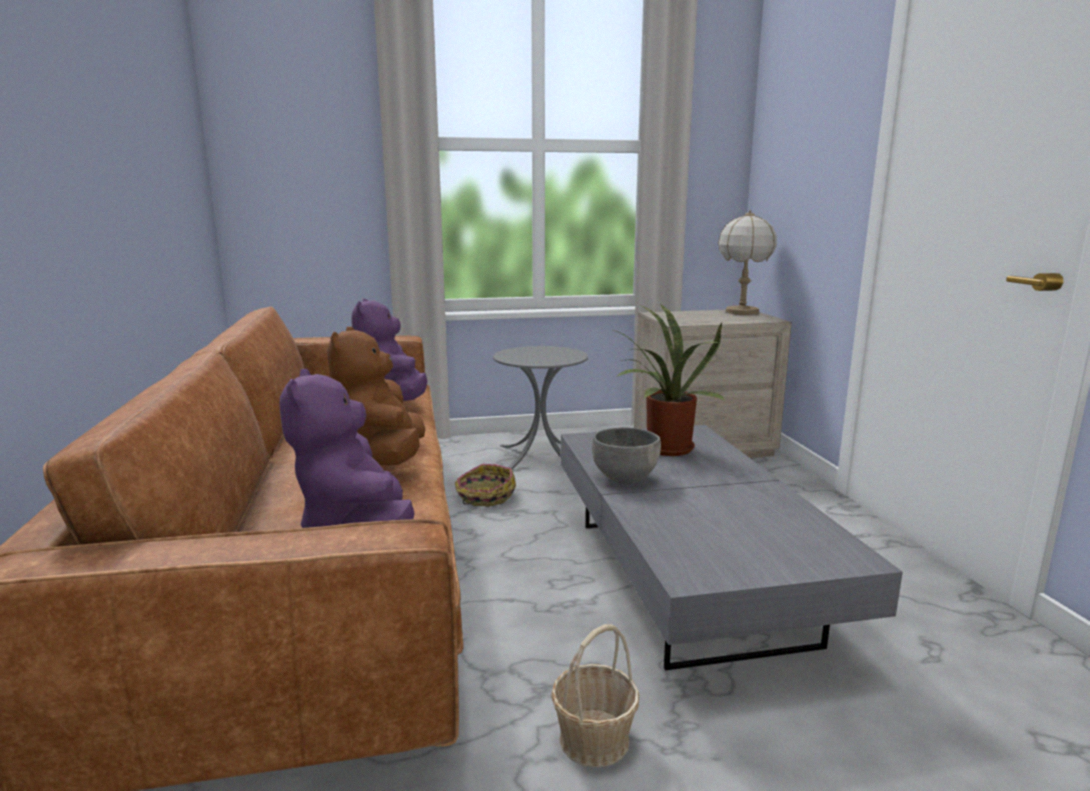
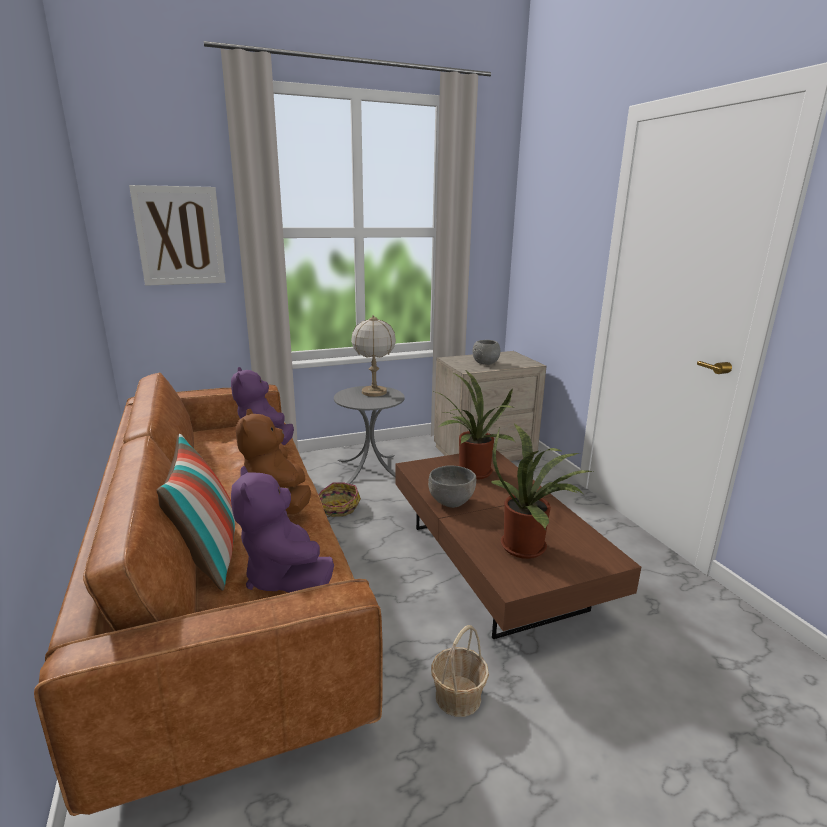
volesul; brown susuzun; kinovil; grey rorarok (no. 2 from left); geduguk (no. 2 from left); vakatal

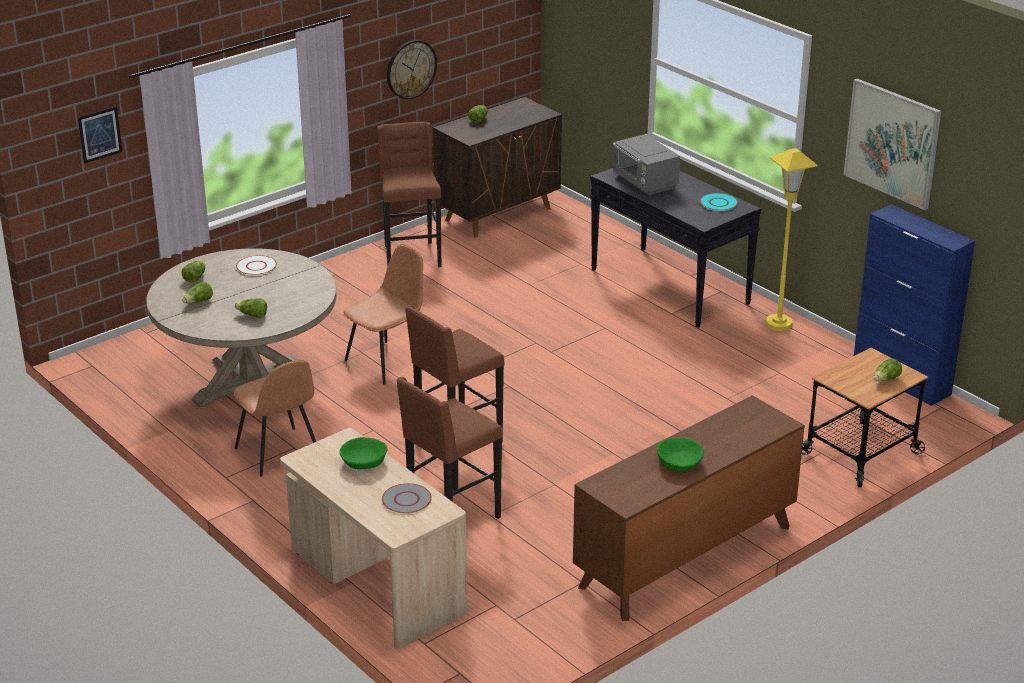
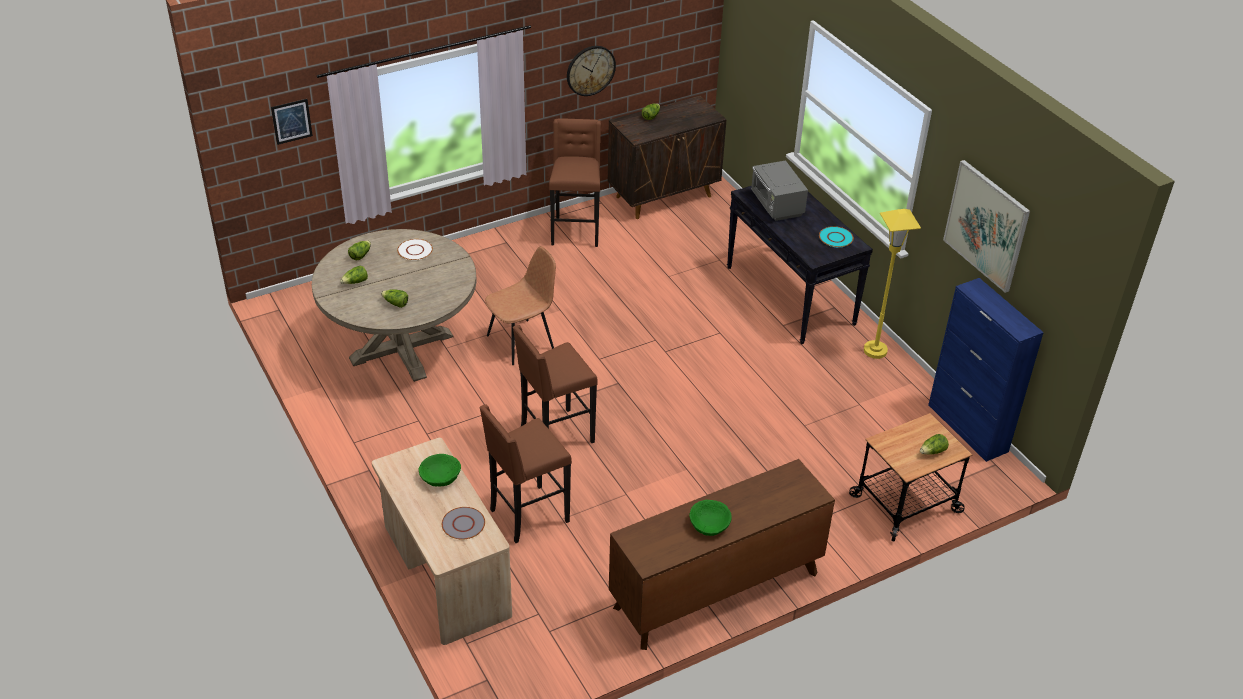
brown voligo (no. 1 from left in the first image)

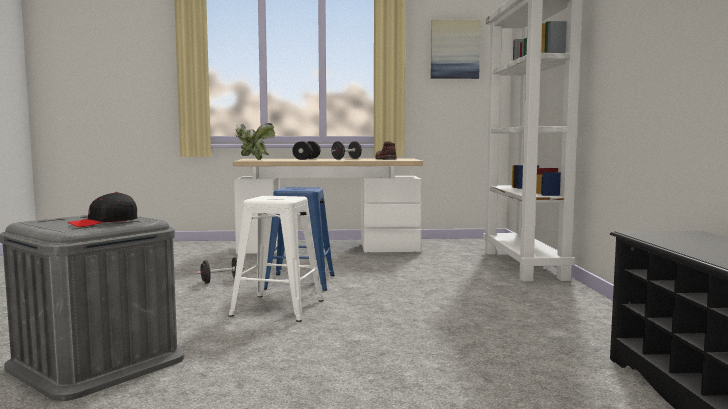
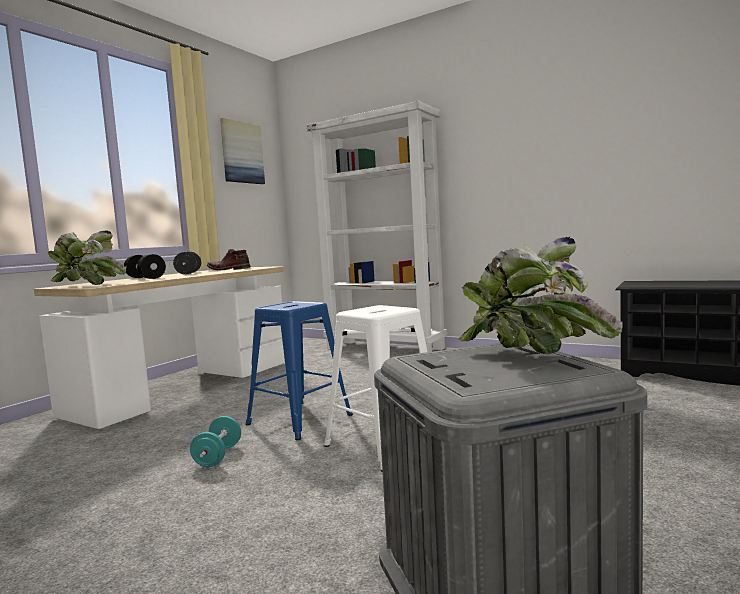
geduguk (no. 2 from left); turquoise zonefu

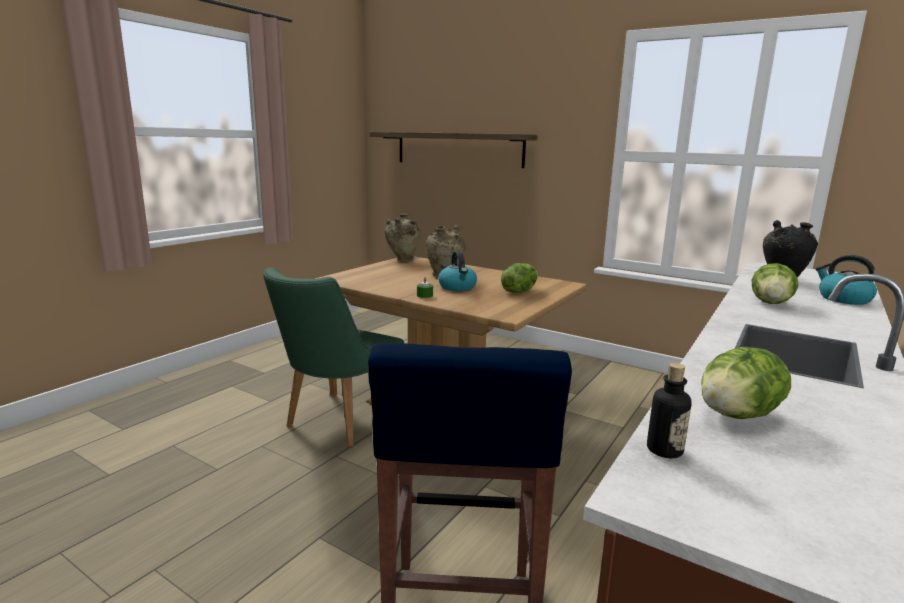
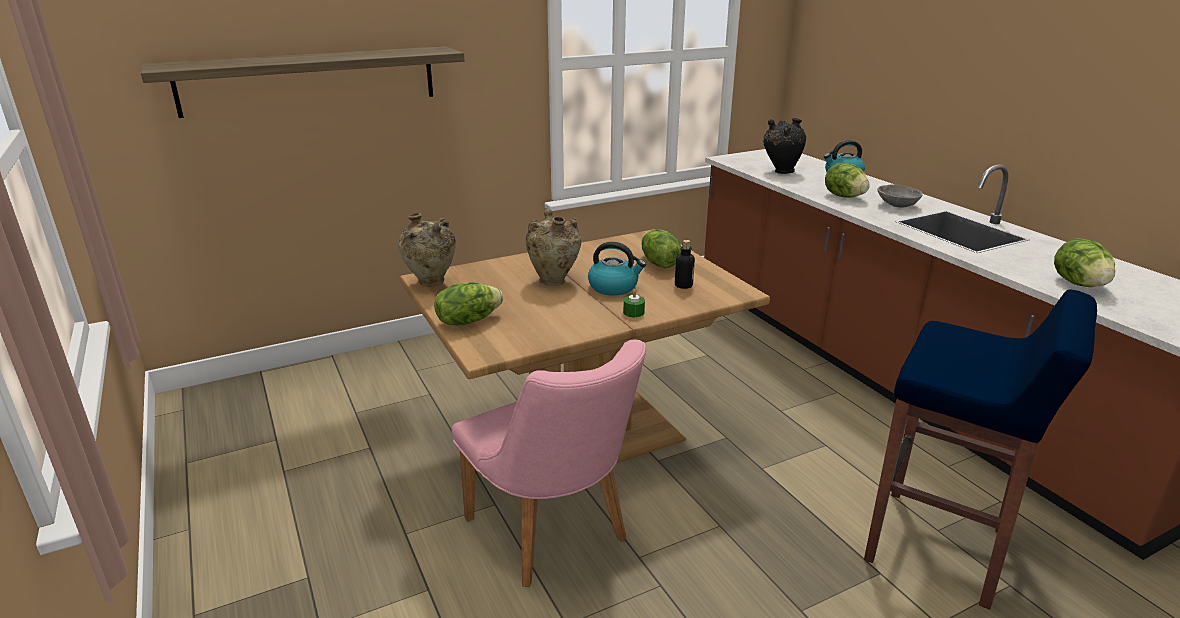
pink voligo; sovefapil; grey rorarok; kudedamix (no. 1 from left)

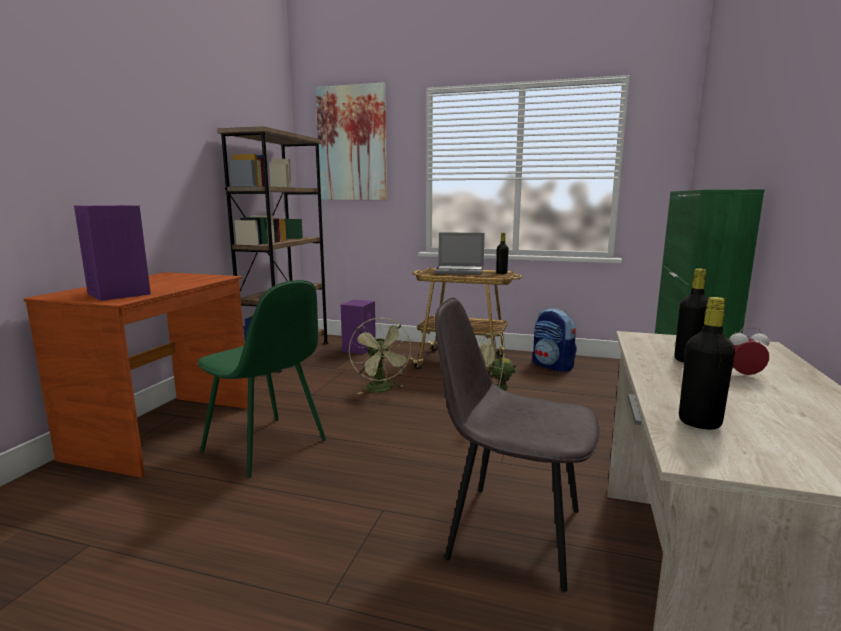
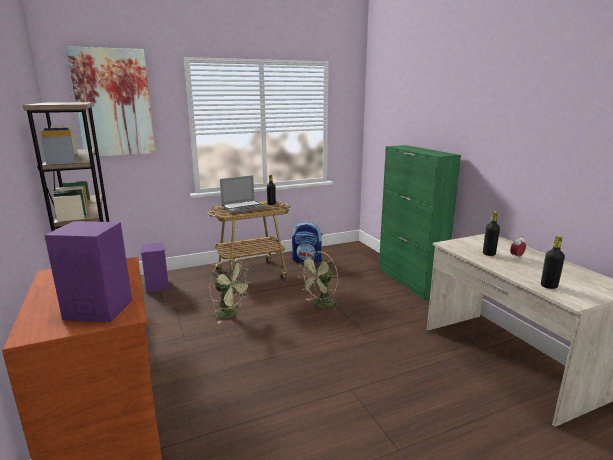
green voligo; grey voligo

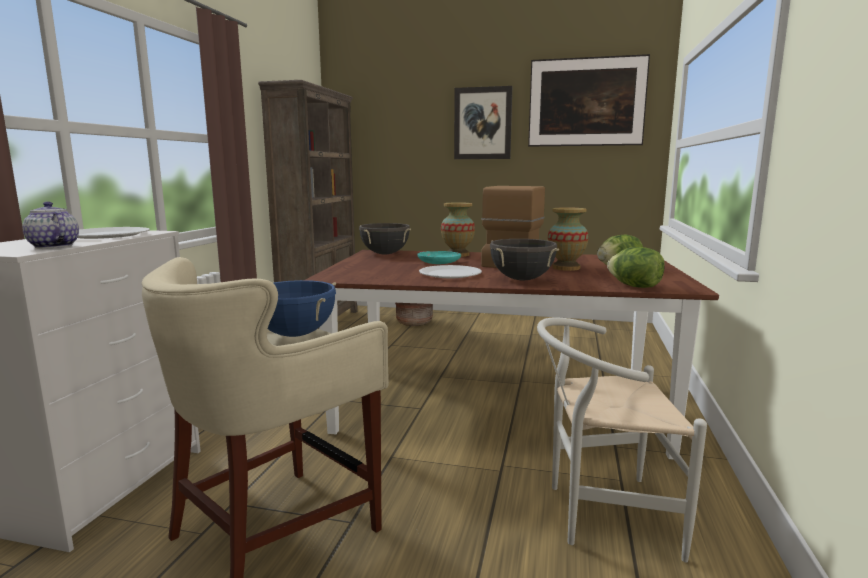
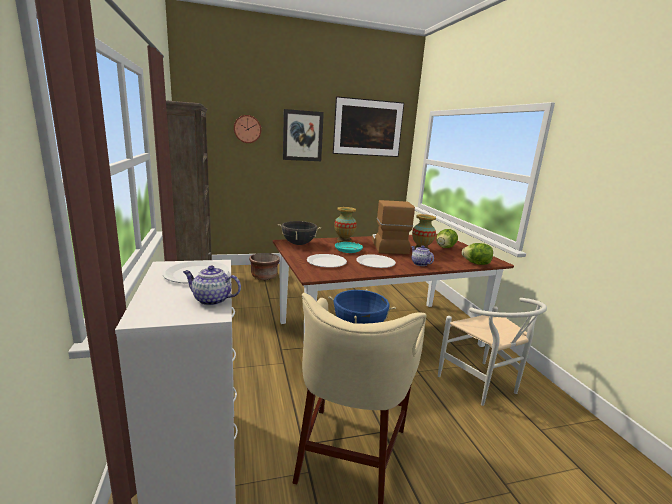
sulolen (no. 2 from left); white voligo; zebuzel; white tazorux (no. 2 from left)

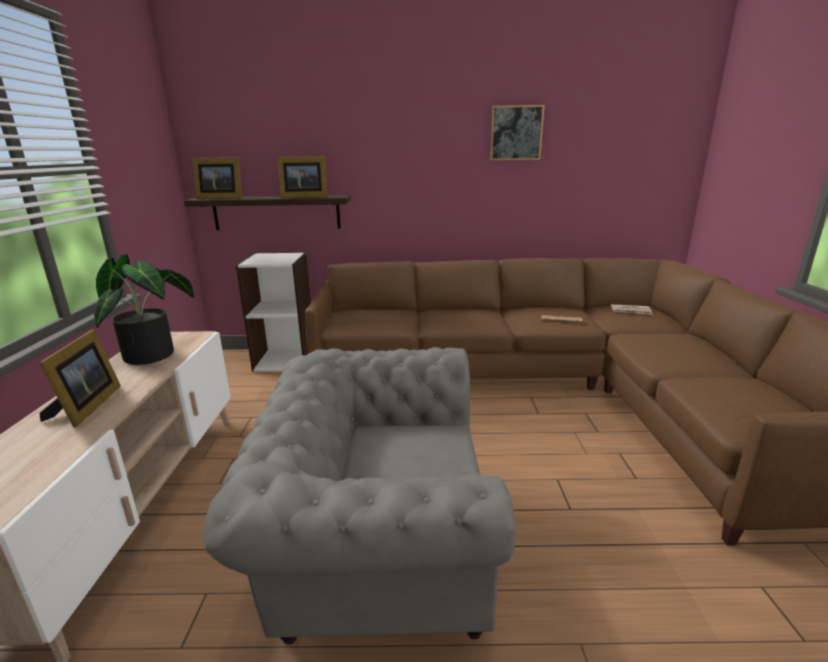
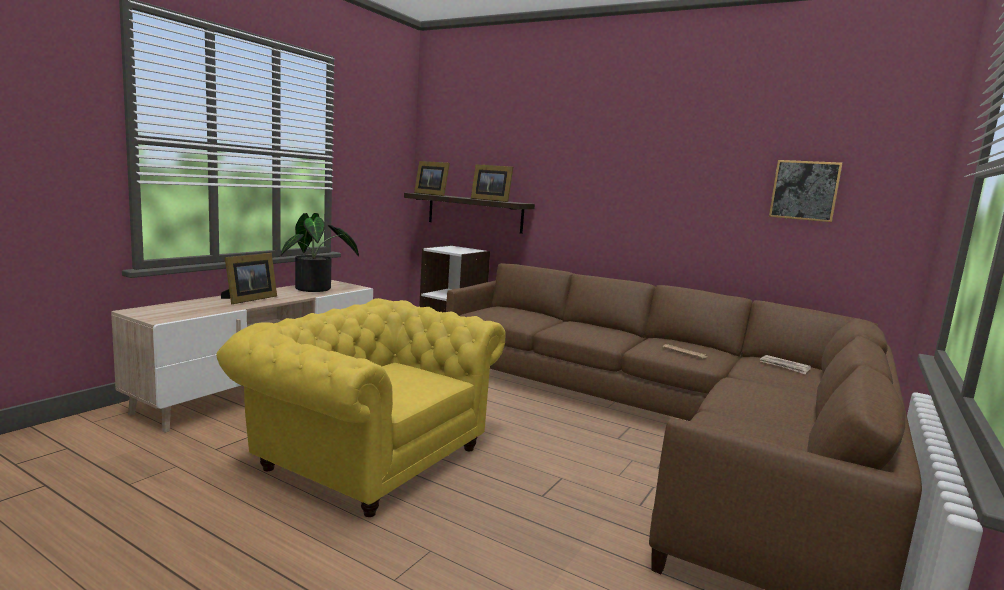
kinovil; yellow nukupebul

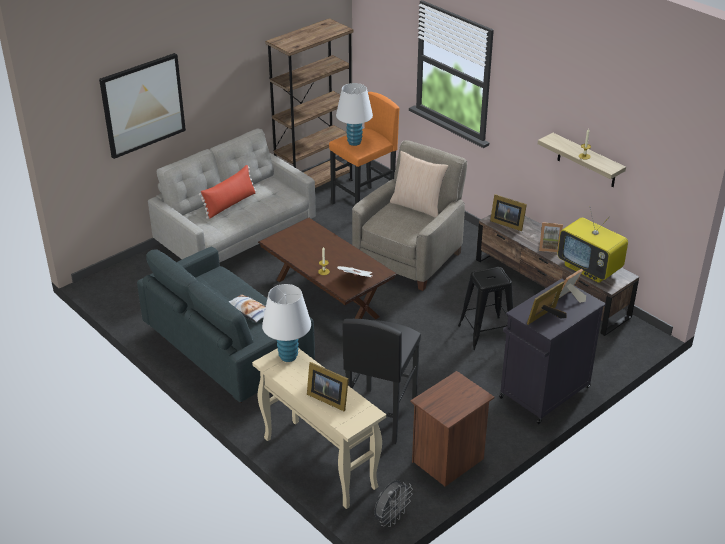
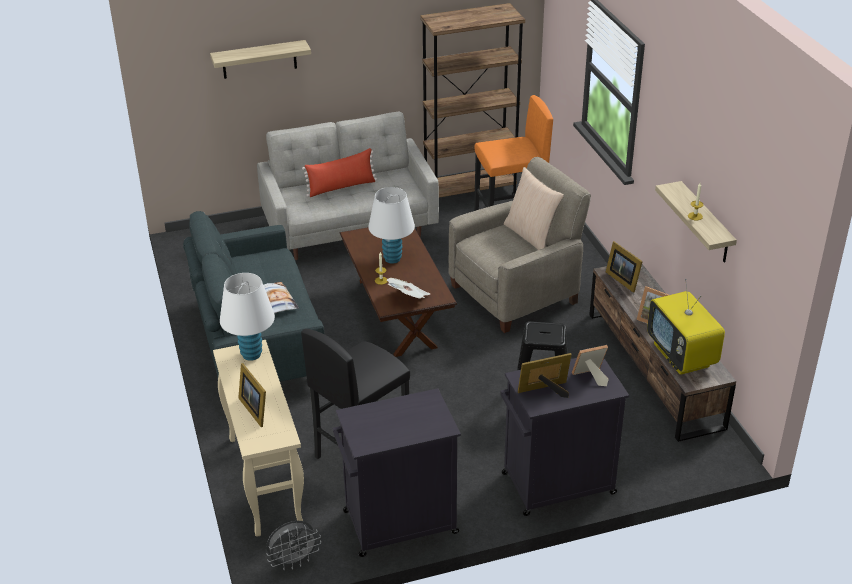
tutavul (no. 1 from left); white volesul (no. 2 from left); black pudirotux (no. 1 from left)

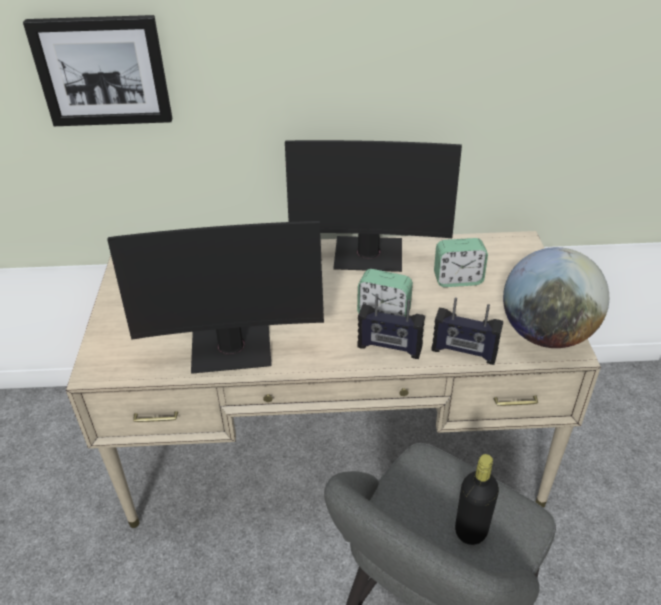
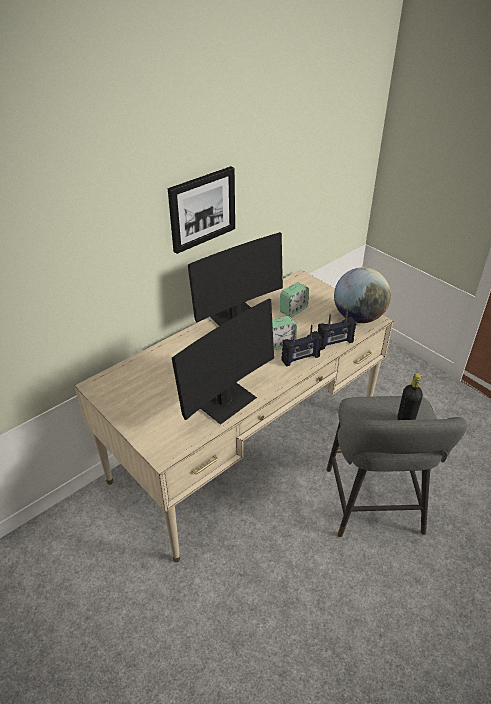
kinovil

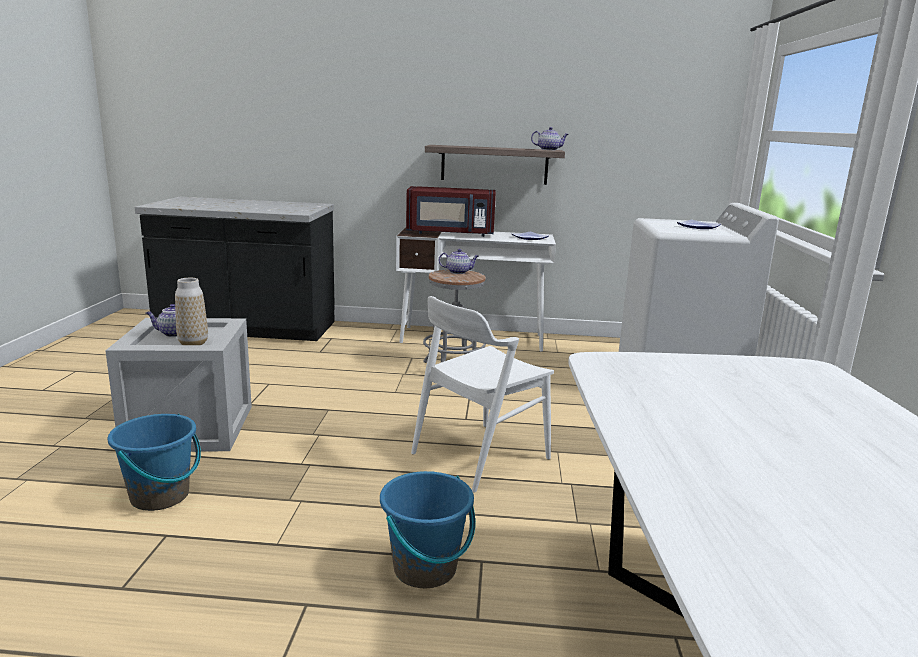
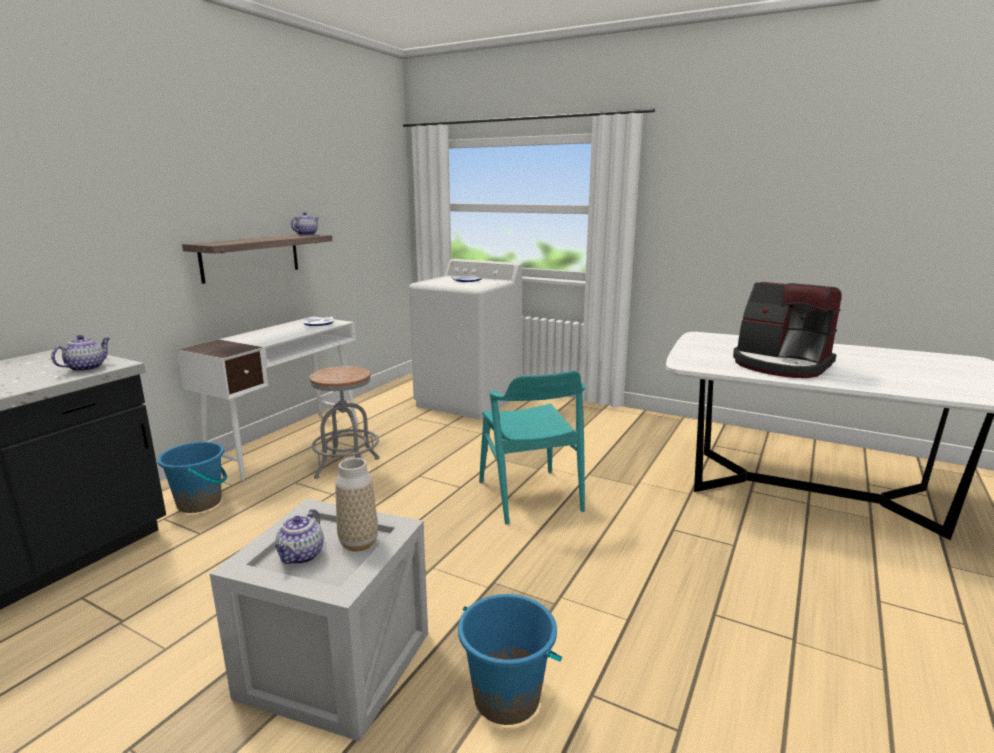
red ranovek; sulolen (no. 1 from left); turquoise voligo; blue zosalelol (no. 1 from left); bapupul

